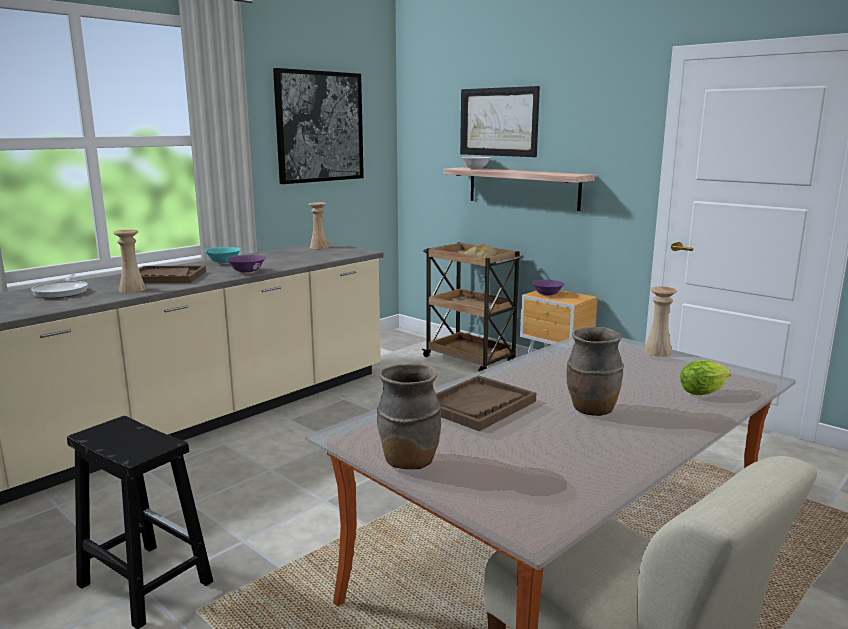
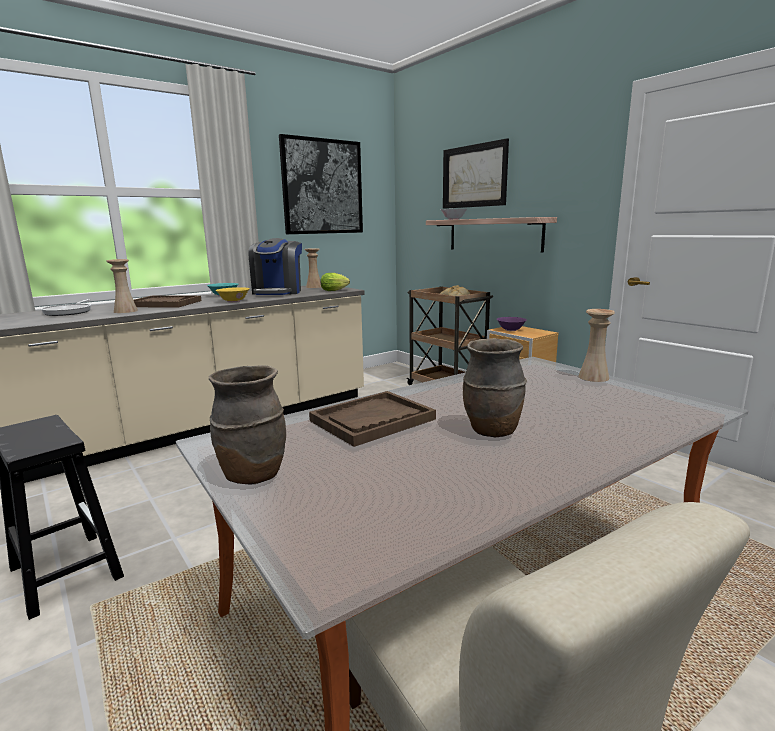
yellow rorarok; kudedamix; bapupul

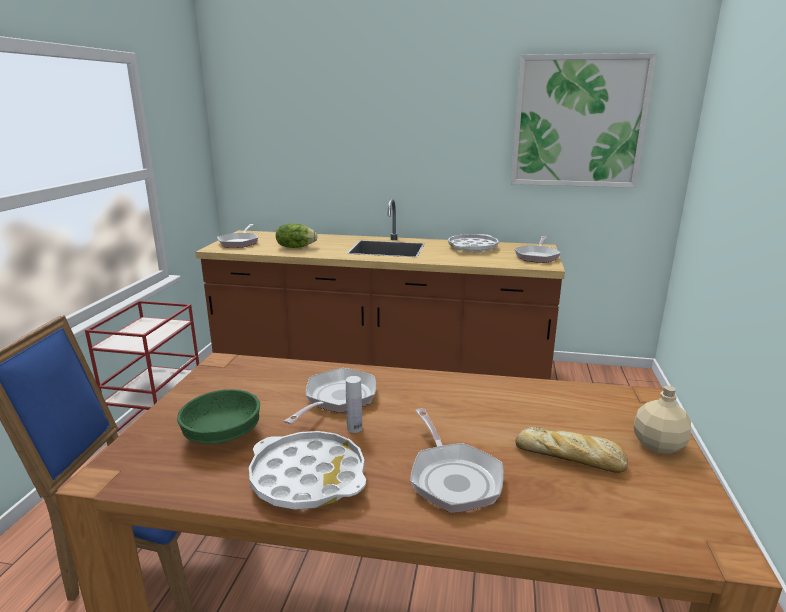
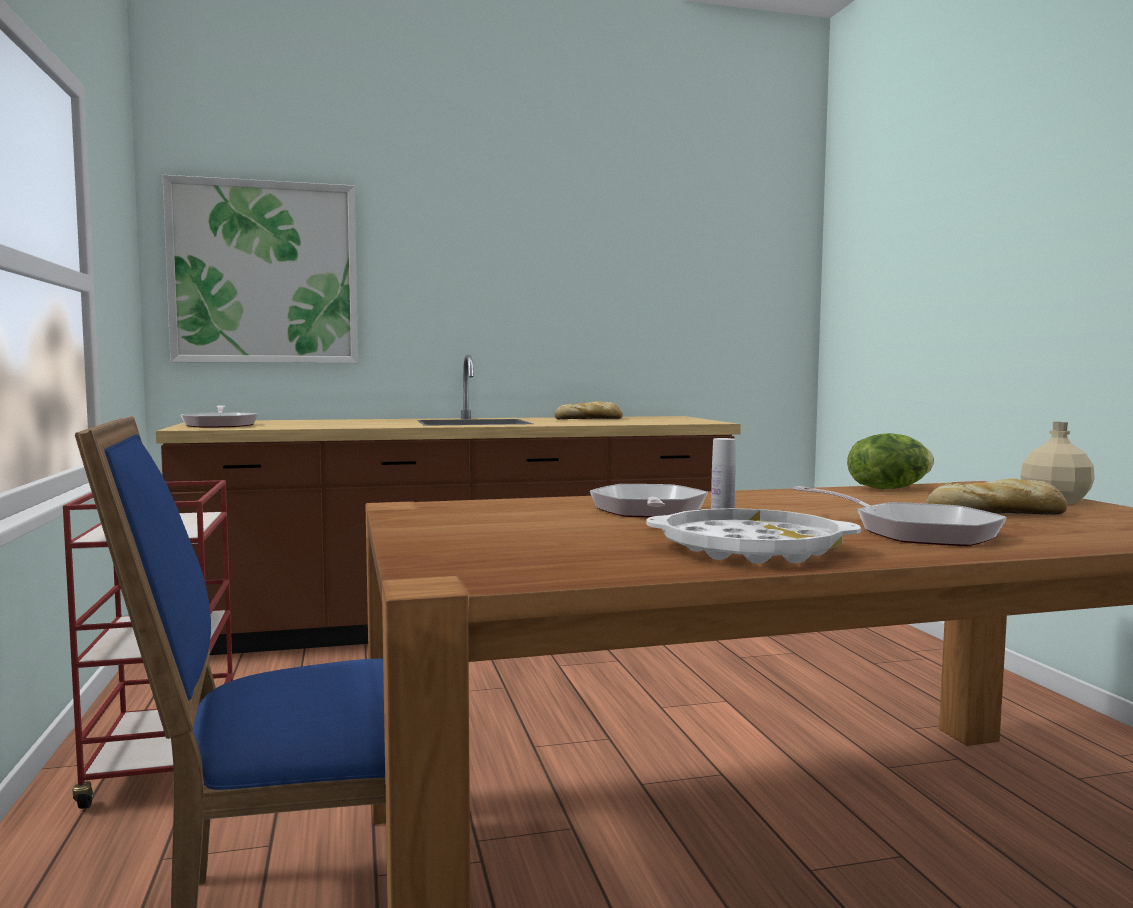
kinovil; kudedamix; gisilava (no. 1 from left); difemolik (no. 4 from left in the first image); green rorarok

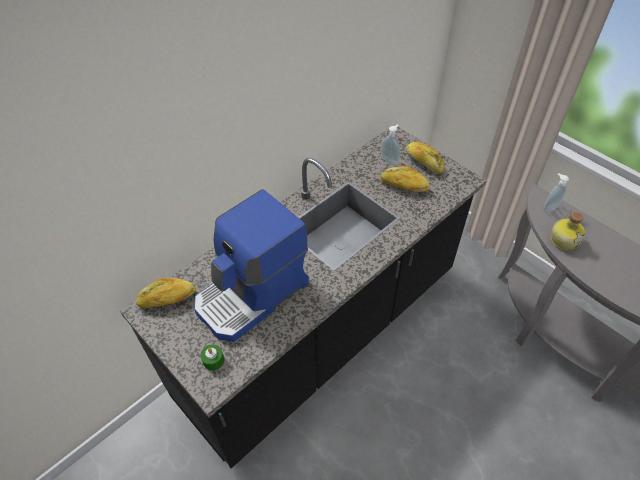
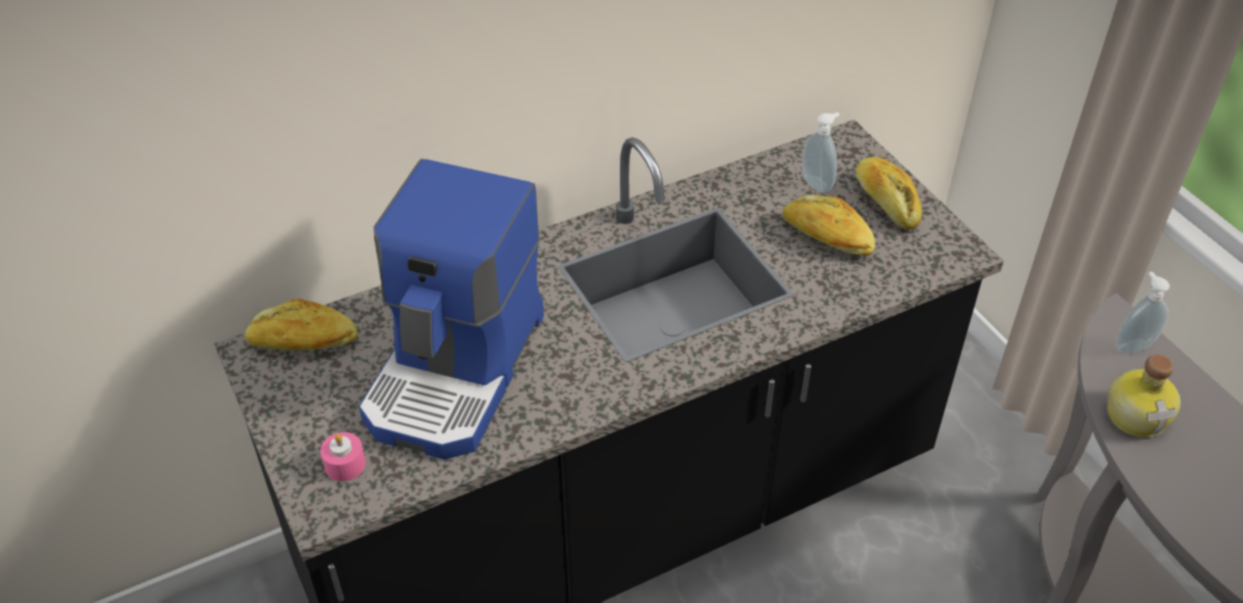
bapupul; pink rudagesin

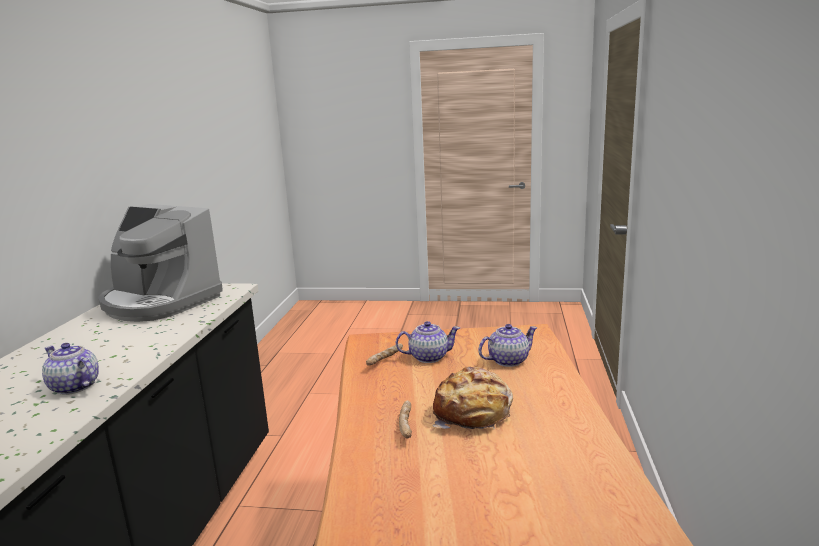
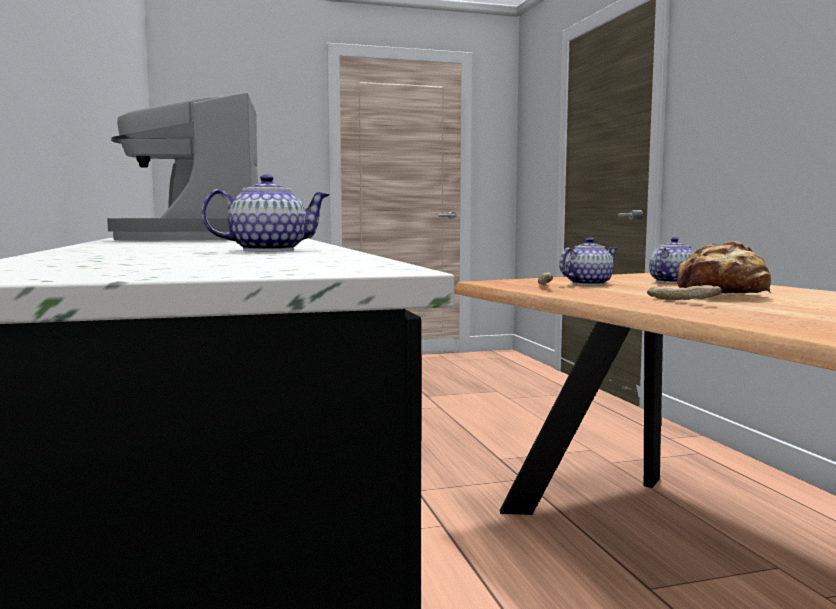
bapupul; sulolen (no. 1 from left)

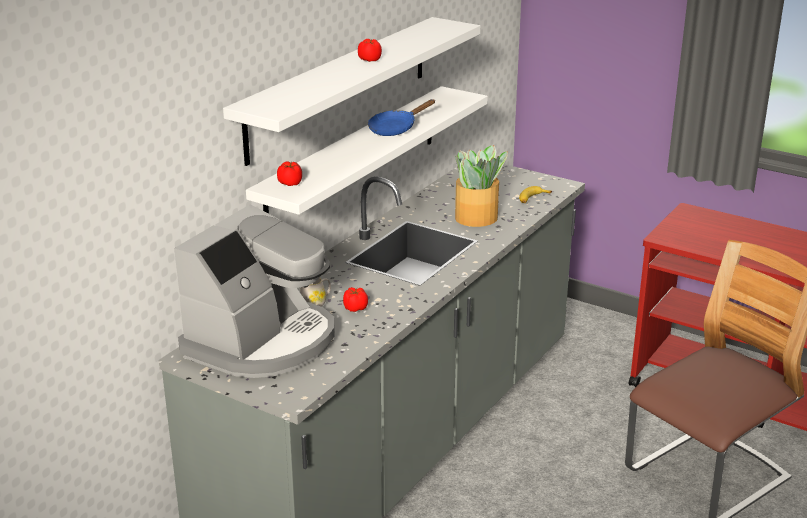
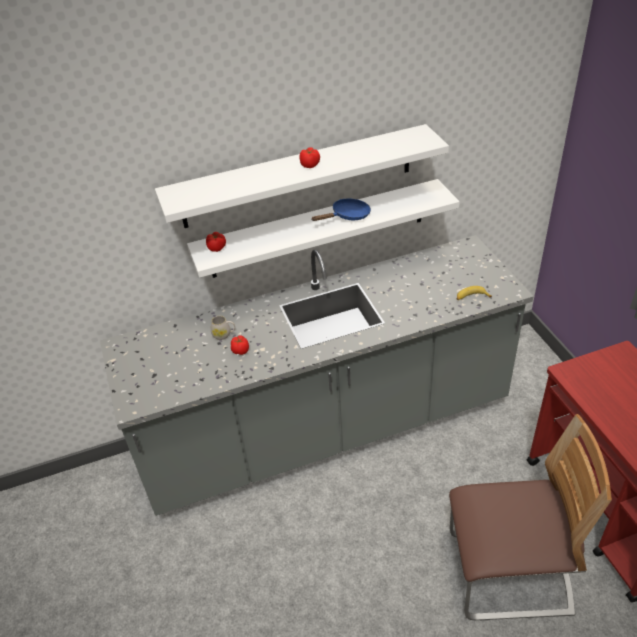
blue difemolik; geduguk; bapupul

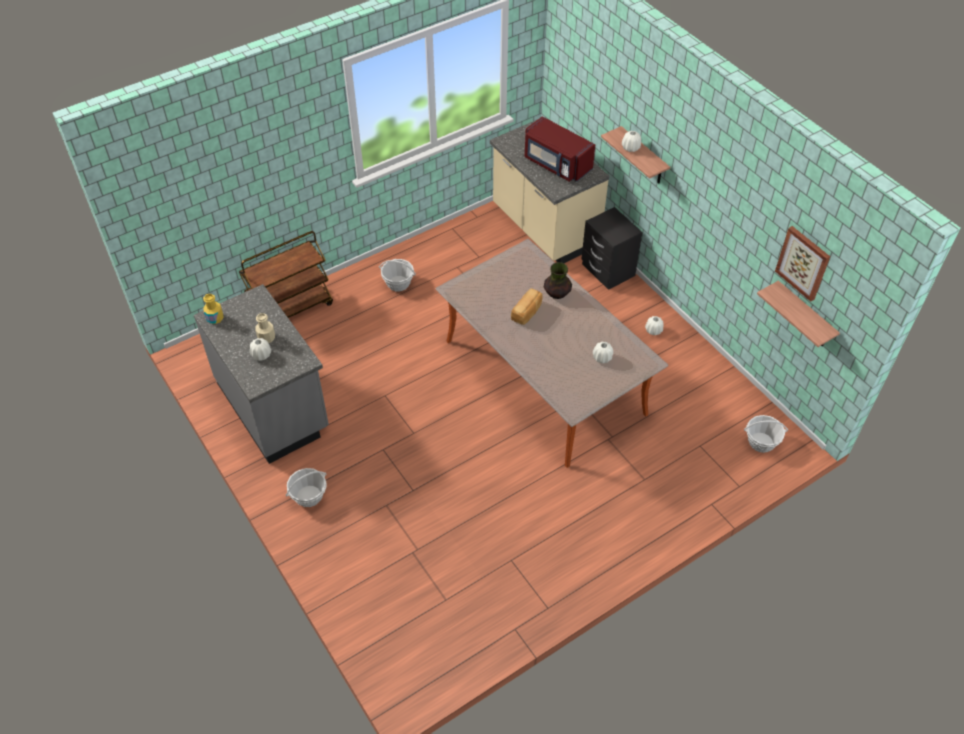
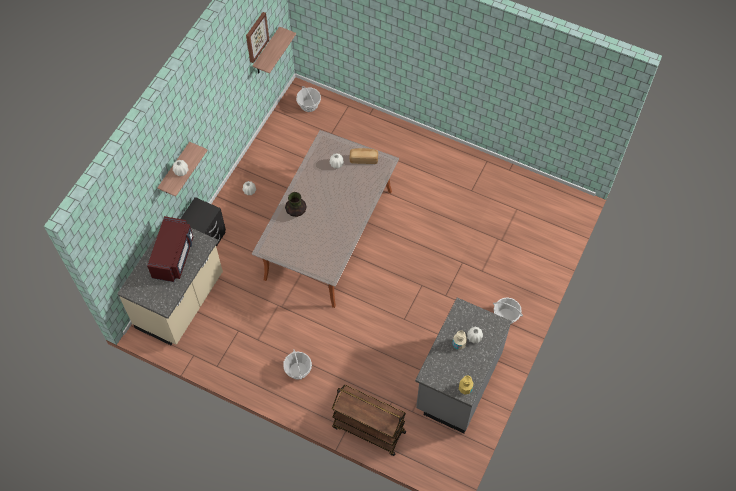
gisilava

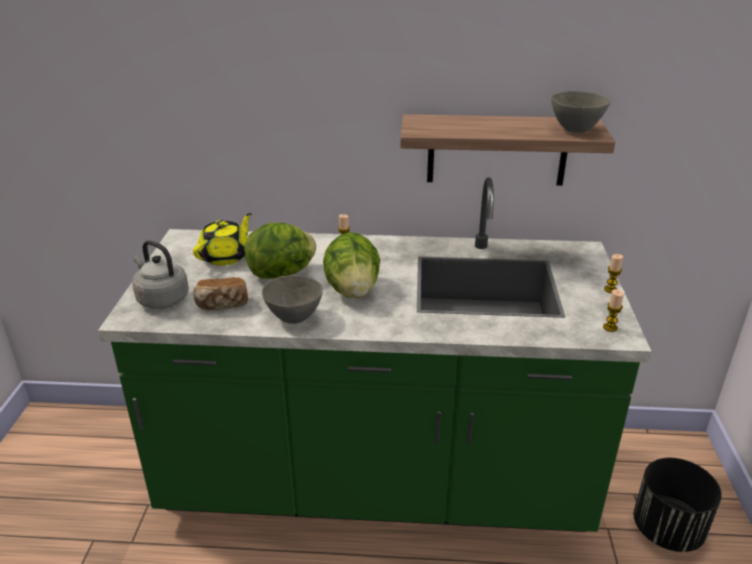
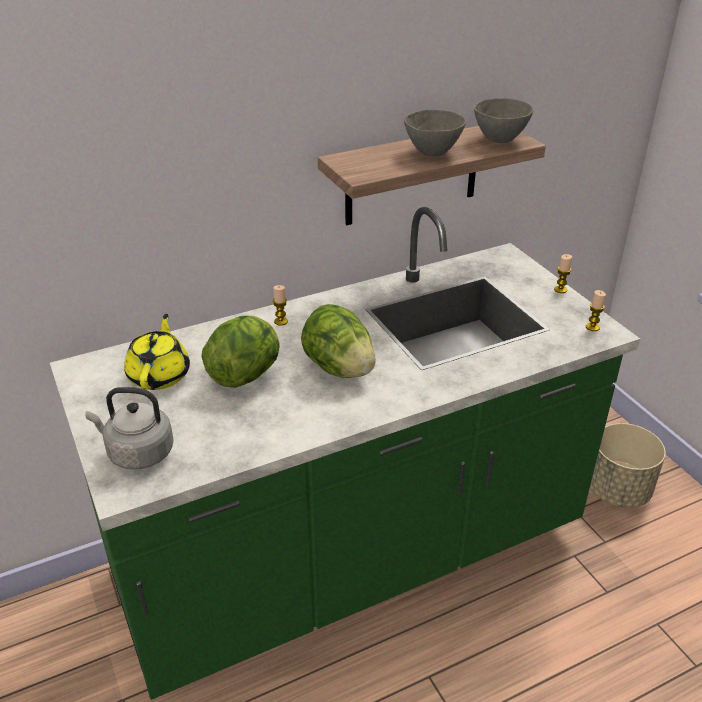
grey rorarok (no. 1 from left); gisilava; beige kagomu

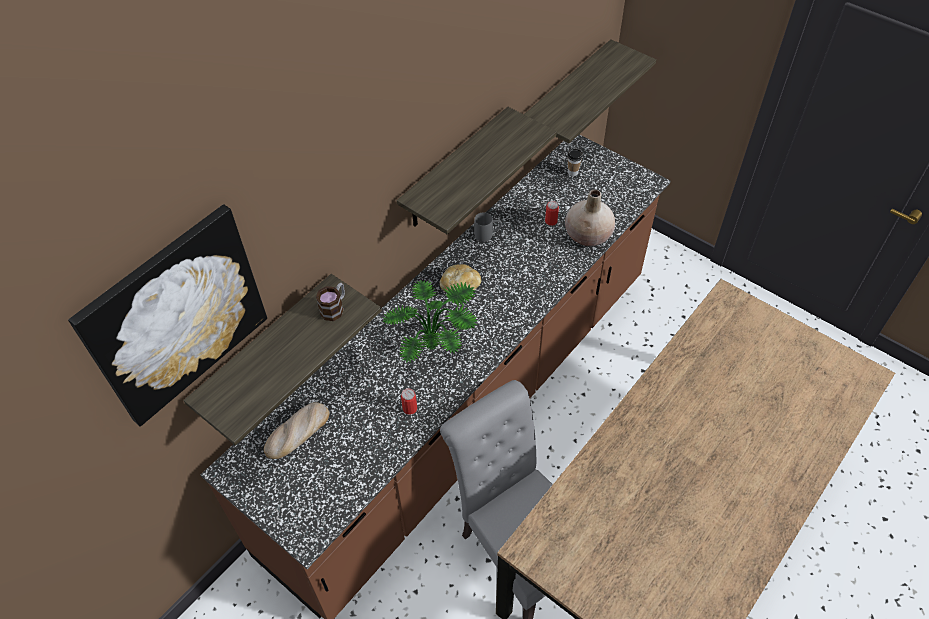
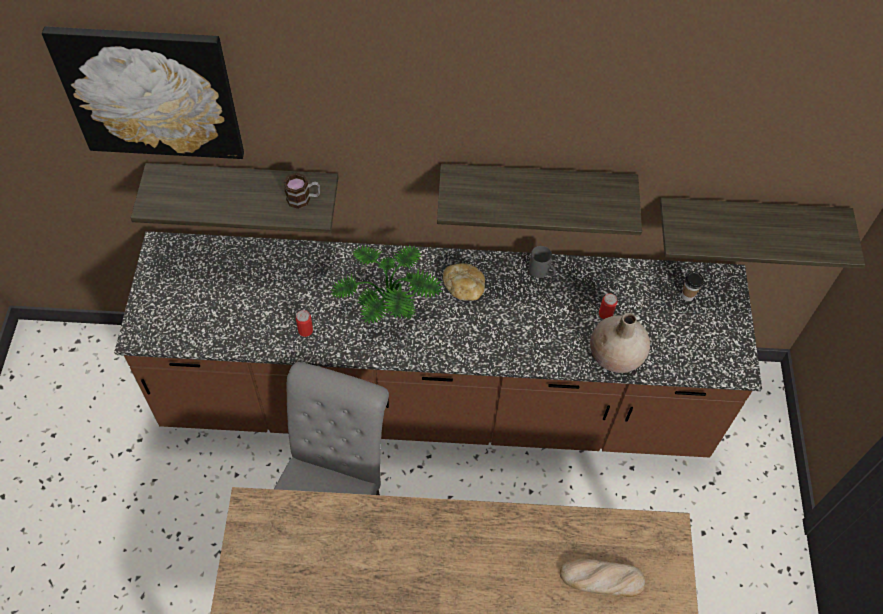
gisilava (no. 2 from left)

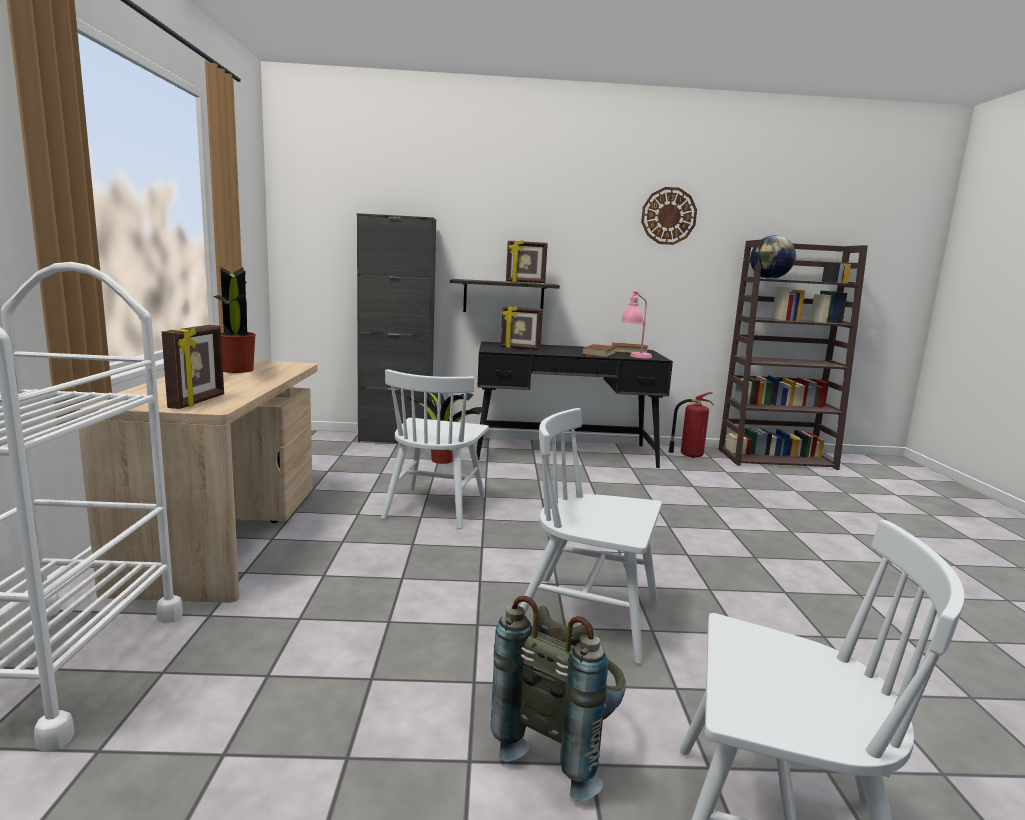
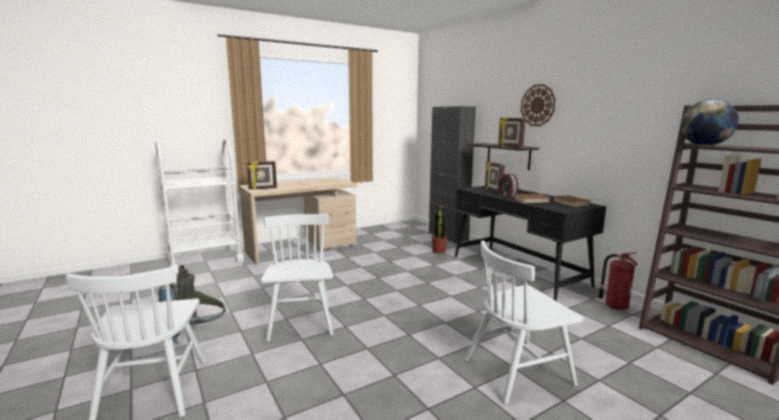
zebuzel; geduguk (no. 1 from left in the first image); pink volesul; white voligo (no. 3 from left); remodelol

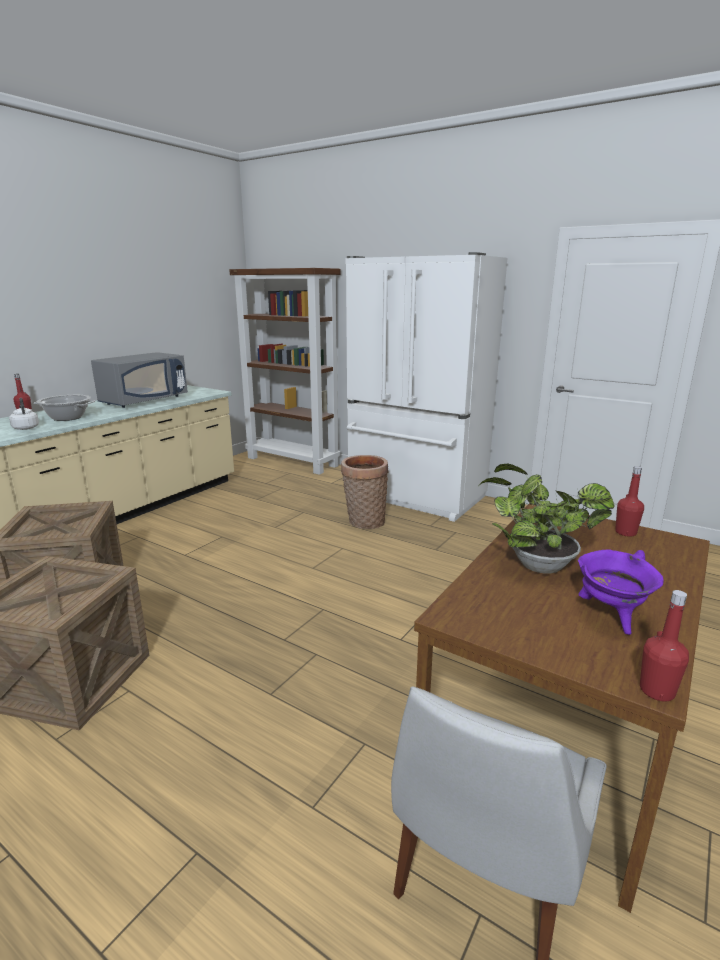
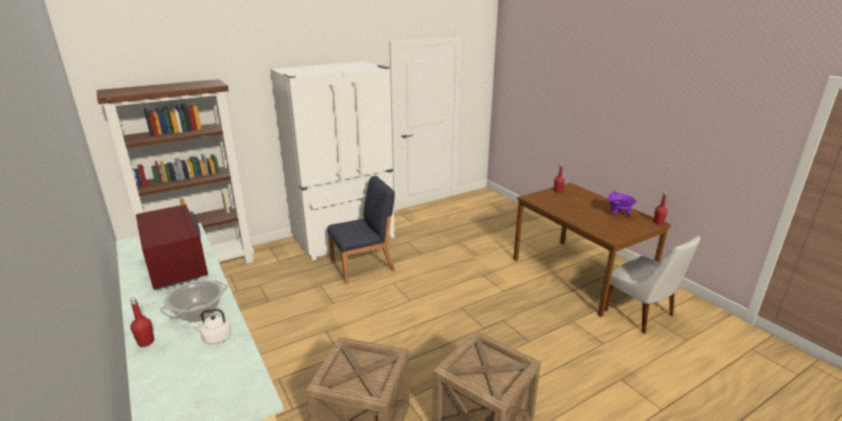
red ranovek; blue voligo; geduguk

